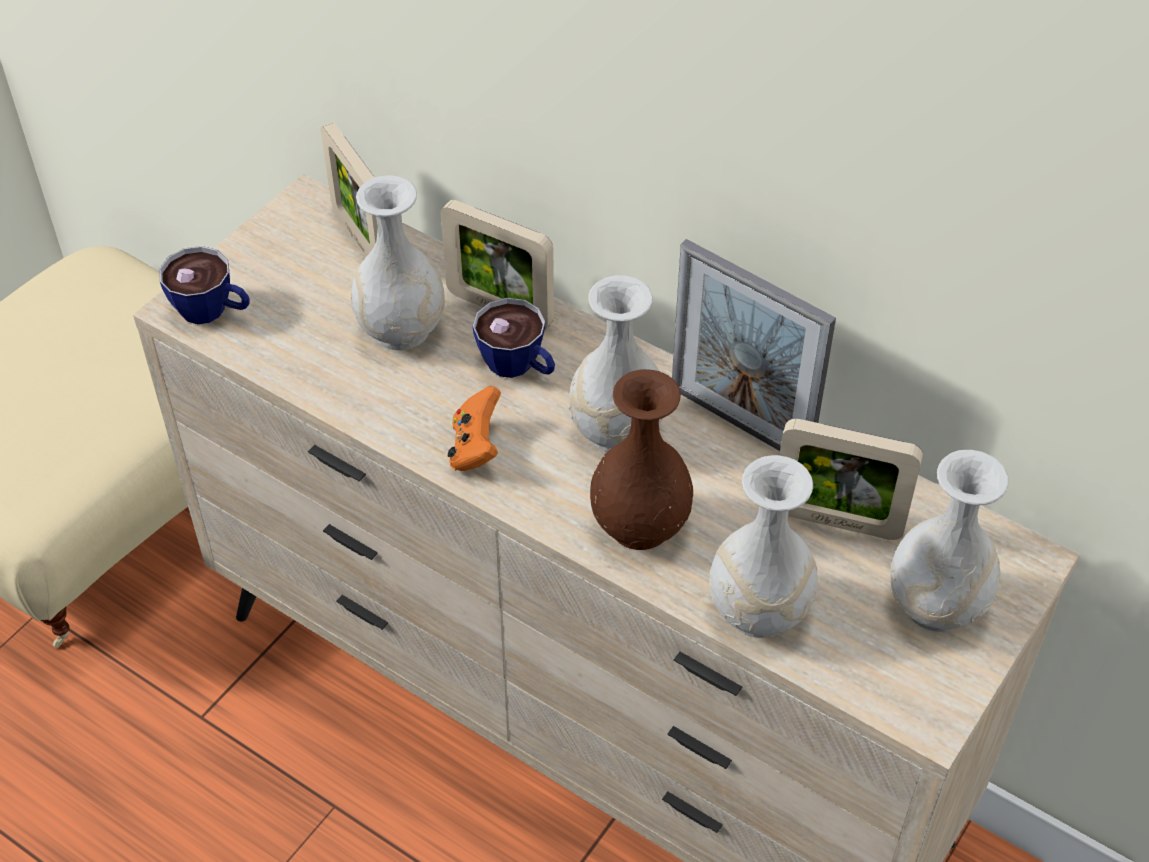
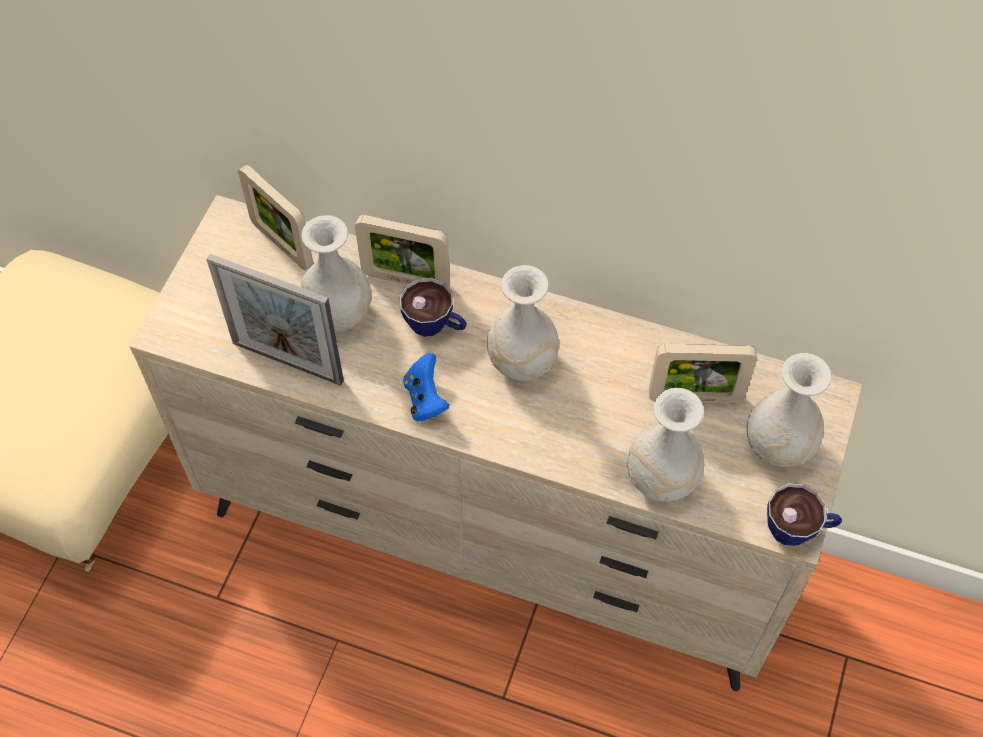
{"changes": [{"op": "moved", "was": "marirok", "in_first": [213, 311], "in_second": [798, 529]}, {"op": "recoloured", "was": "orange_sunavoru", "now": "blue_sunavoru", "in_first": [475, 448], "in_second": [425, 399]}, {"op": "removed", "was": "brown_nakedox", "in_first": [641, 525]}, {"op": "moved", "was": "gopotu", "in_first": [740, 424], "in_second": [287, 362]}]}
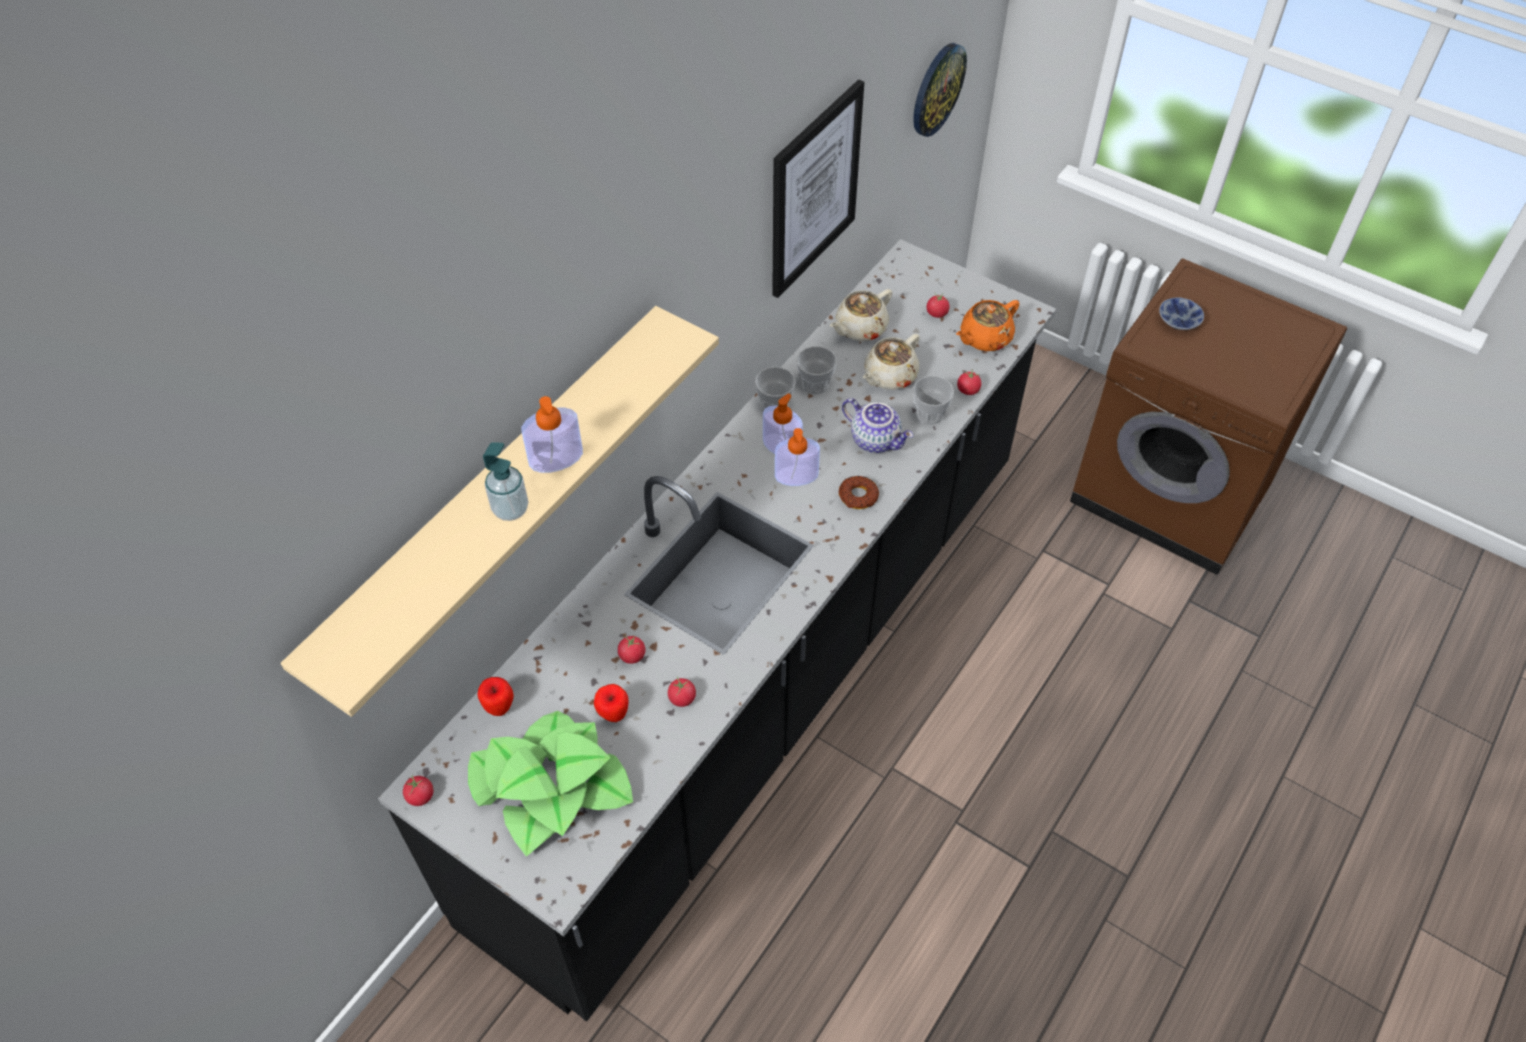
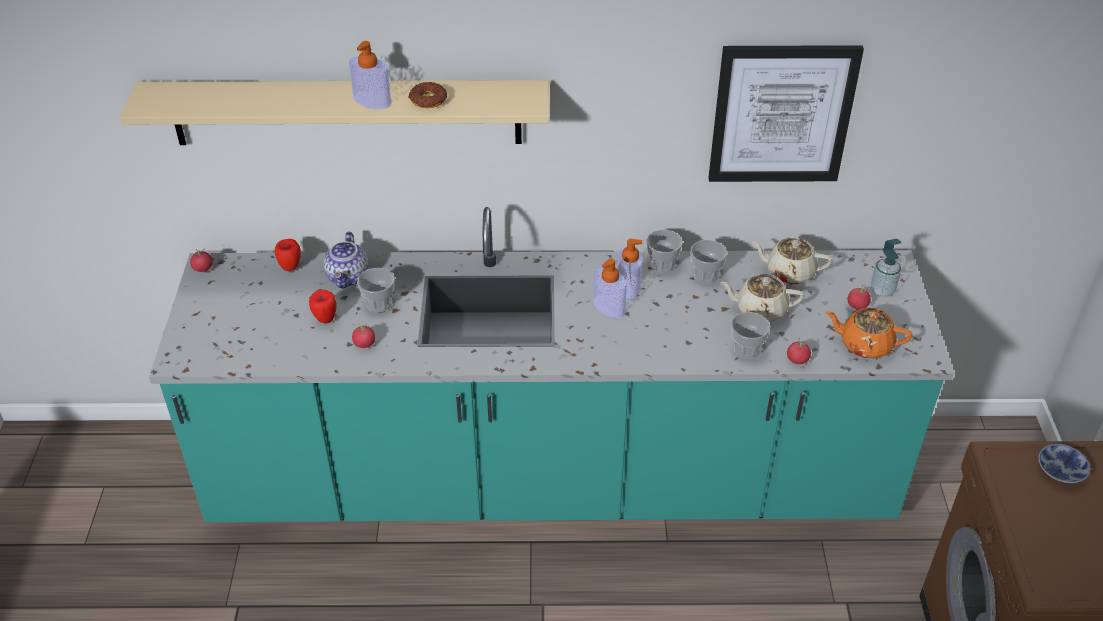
{"changes": [{"op": "recoloured", "was": "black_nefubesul", "now": "turquoise_nefubesul", "in_first": [763, 679], "in_second": [551, 483]}, {"op": "removed", "was": "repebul", "in_first": [550, 786]}, {"op": "moved", "was": "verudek", "in_first": [510, 509], "in_second": [882, 290]}, {"op": "replaced", "was": "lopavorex", "now": "marirok", "in_first": [632, 655], "in_second": [379, 304]}, {"op": "moved", "was": "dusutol", "in_first": [858, 496], "in_second": [428, 100]}, {"op": "moved", "was": "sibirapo", "in_first": [876, 440], "in_second": [349, 277]}, {"op": "removed", "was": "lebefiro", "in_first": [937, 89]}]}
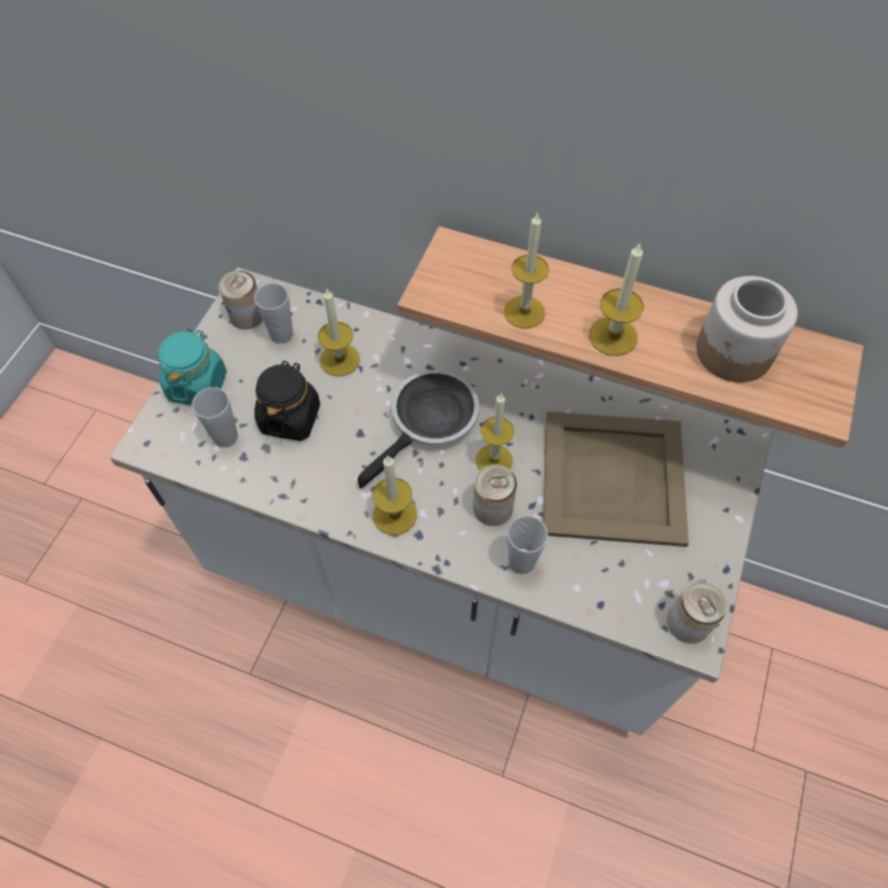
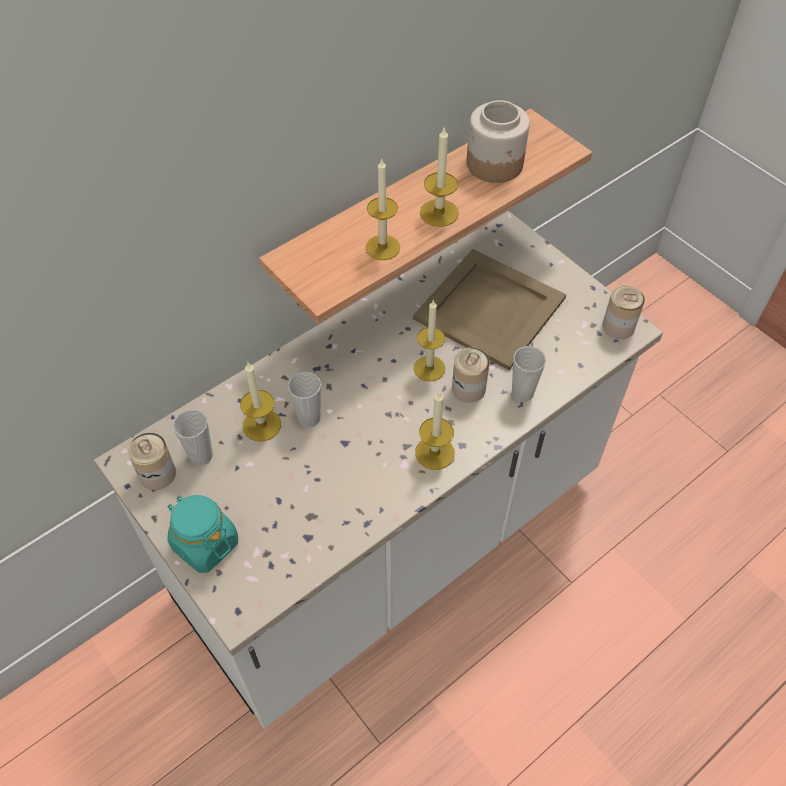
{"changes": [{"op": "moved", "was": "marirok", "in_first": [225, 437], "in_second": [309, 418]}, {"op": "removed", "was": "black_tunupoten", "in_first": [290, 417]}, {"op": "removed", "was": "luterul", "in_first": [430, 422]}]}
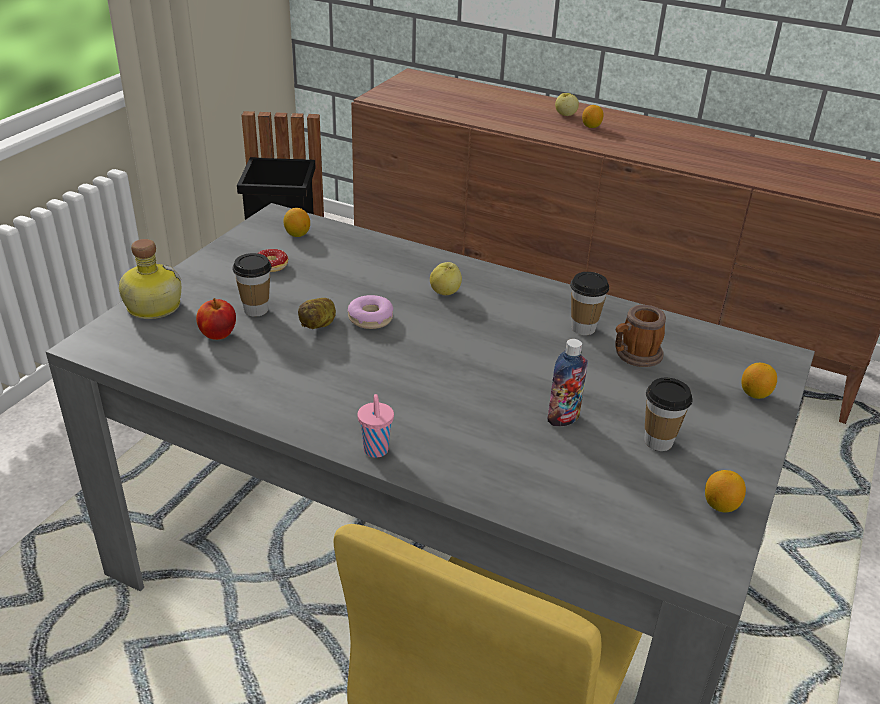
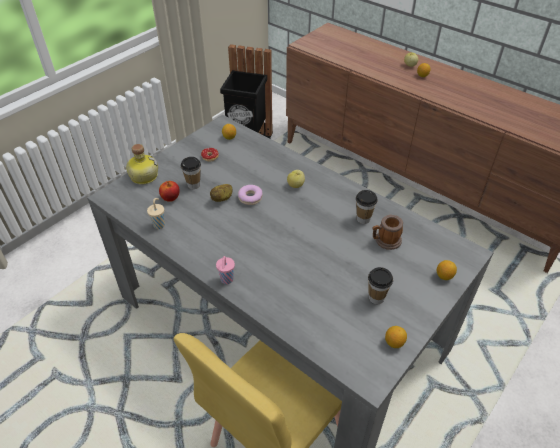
{"changes": [{"op": "removed", "was": "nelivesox", "in_first": [563, 418]}, {"op": "added", "now": "beige_marirok", "in_second": [159, 224]}]}
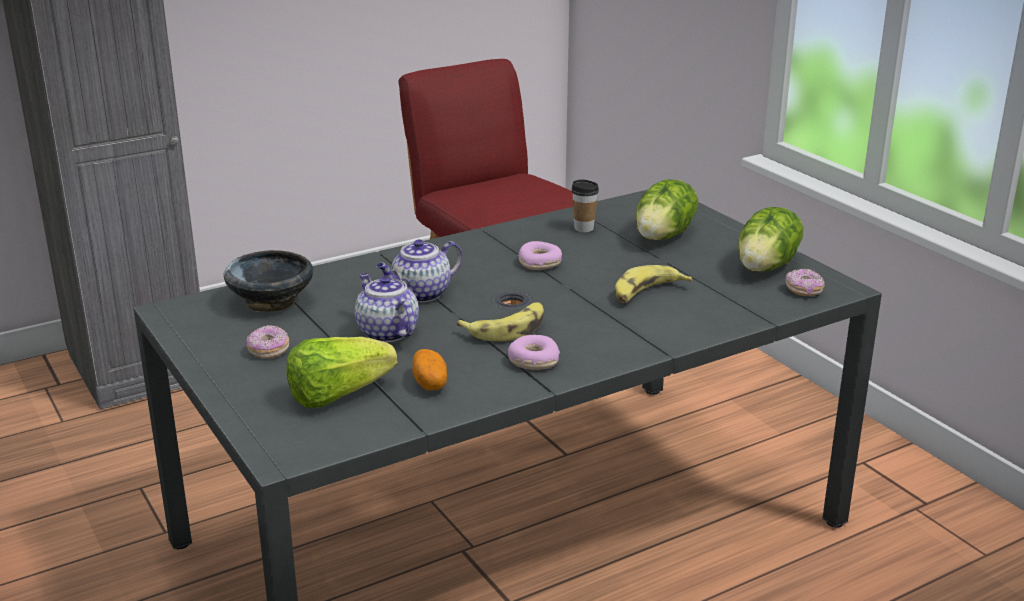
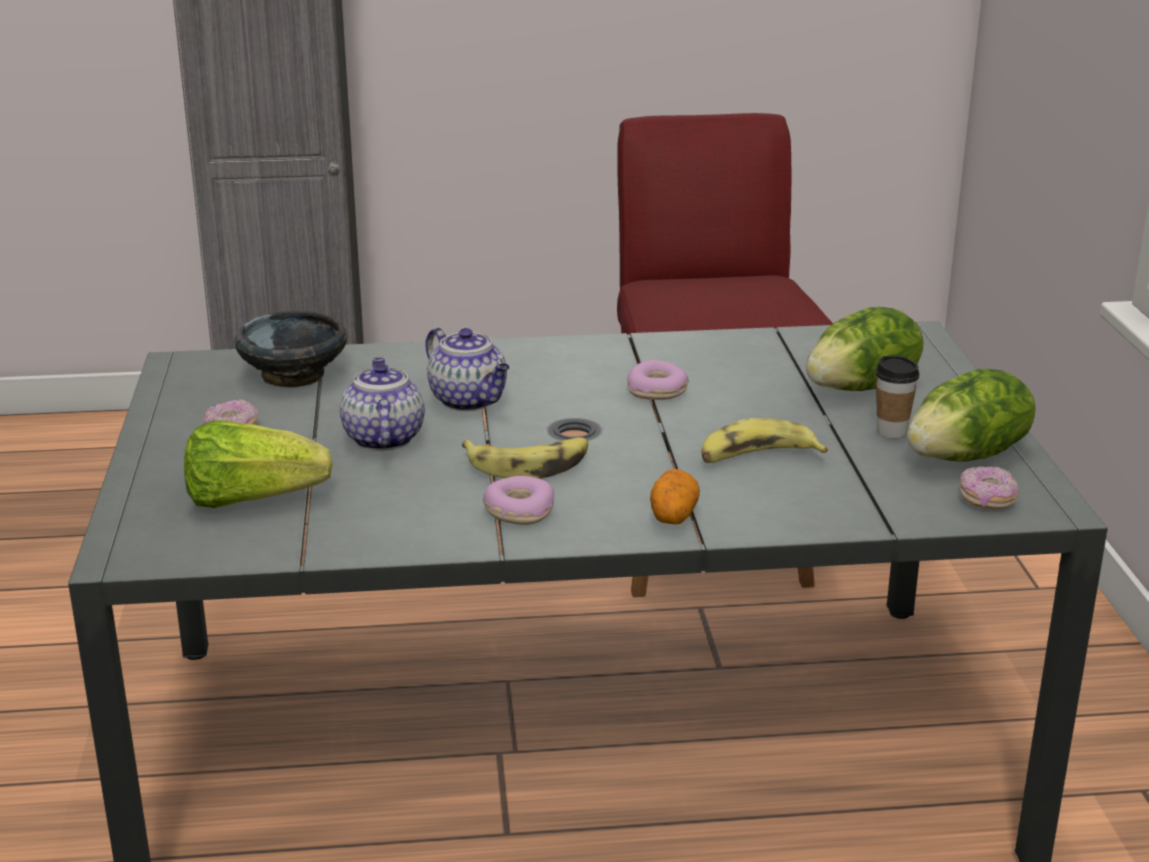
{"changes": [{"op": "turned", "was": "sibirapo", "in_first": [420, 294], "in_second": [470, 401], "clockwise": -120}, {"op": "moved", "was": "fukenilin", "in_first": [430, 383], "in_second": [673, 515]}, {"op": "moved", "was": "marirok", "in_first": [584, 228], "in_second": [891, 431]}]}
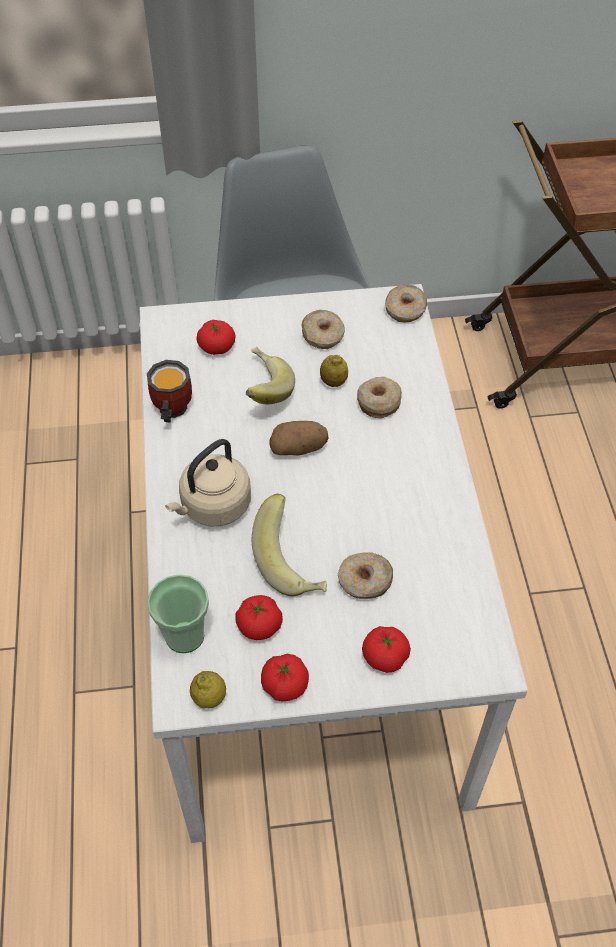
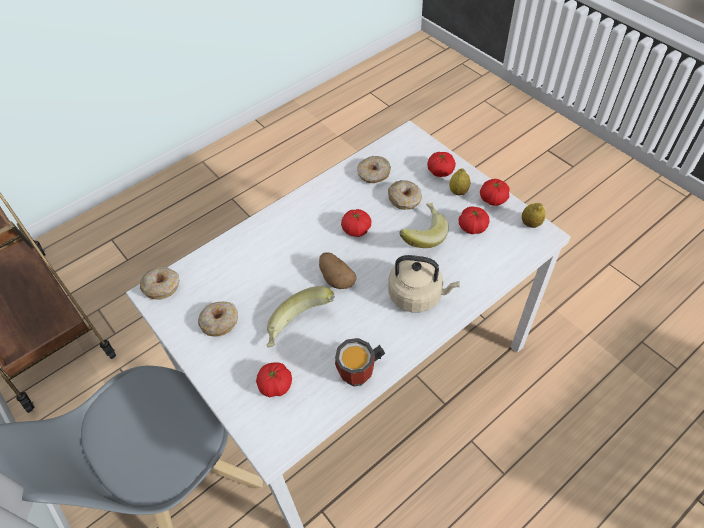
{"changes": [{"op": "removed", "was": "marirok", "in_first": [184, 635]}, {"op": "moved", "was": "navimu", "in_first": [333, 382], "in_second": [458, 191]}, {"op": "moved", "was": "dusutol", "in_first": [378, 402], "in_second": [373, 174]}, {"op": "added", "now": "lopavorex", "in_second": [356, 229]}]}
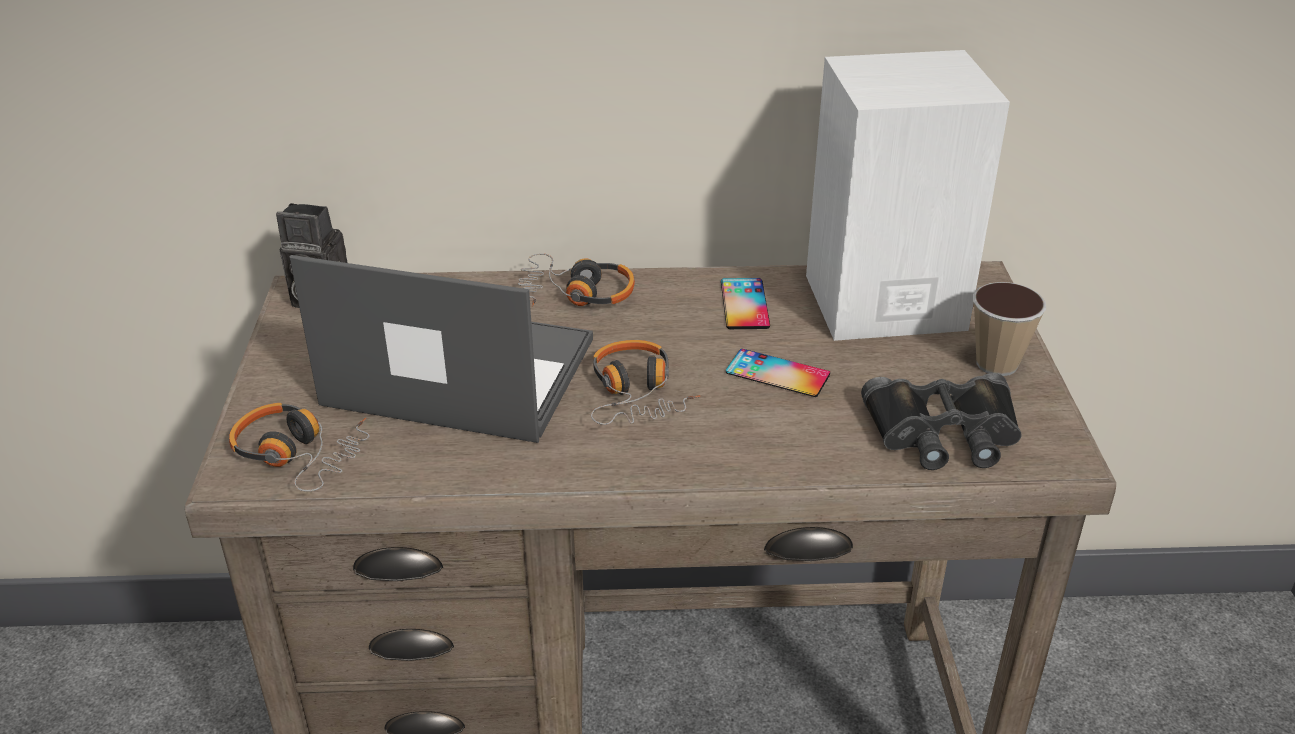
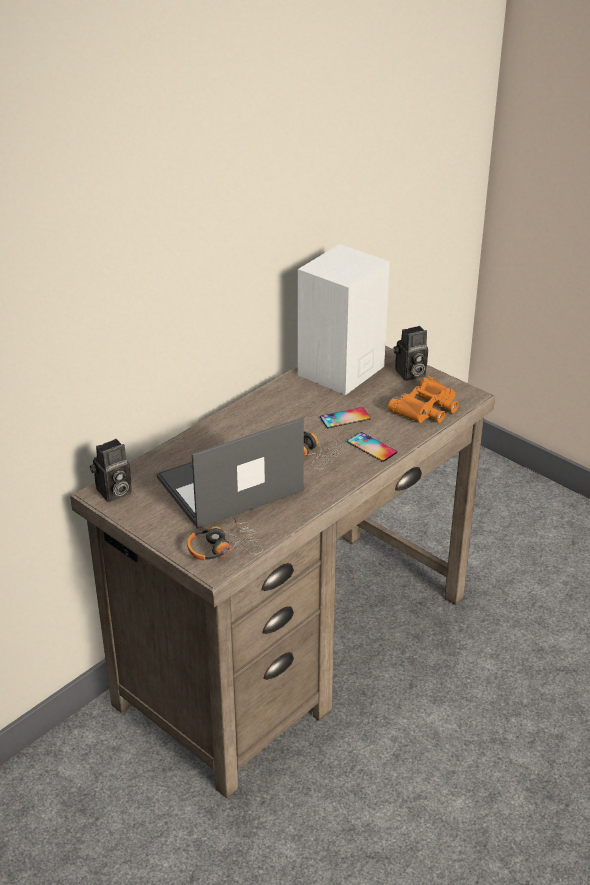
{"changes": [{"op": "removed", "was": "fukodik", "in_first": [576, 294]}, {"op": "moved", "was": "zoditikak", "in_first": [744, 304], "in_second": [371, 447]}, {"op": "recoloured", "was": "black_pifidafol", "now": "orange_pifidafol", "in_first": [943, 433], "in_second": [426, 408]}, {"op": "replaced", "was": "marirok", "now": "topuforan", "in_first": [996, 364], "in_second": [409, 374]}]}
